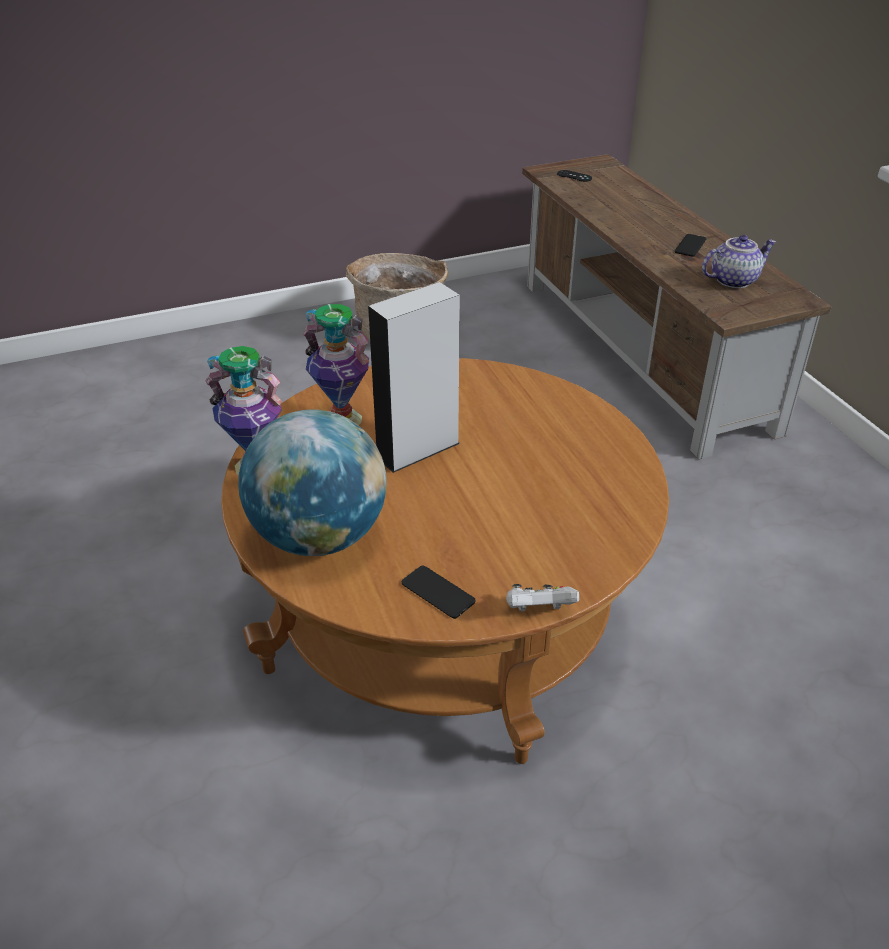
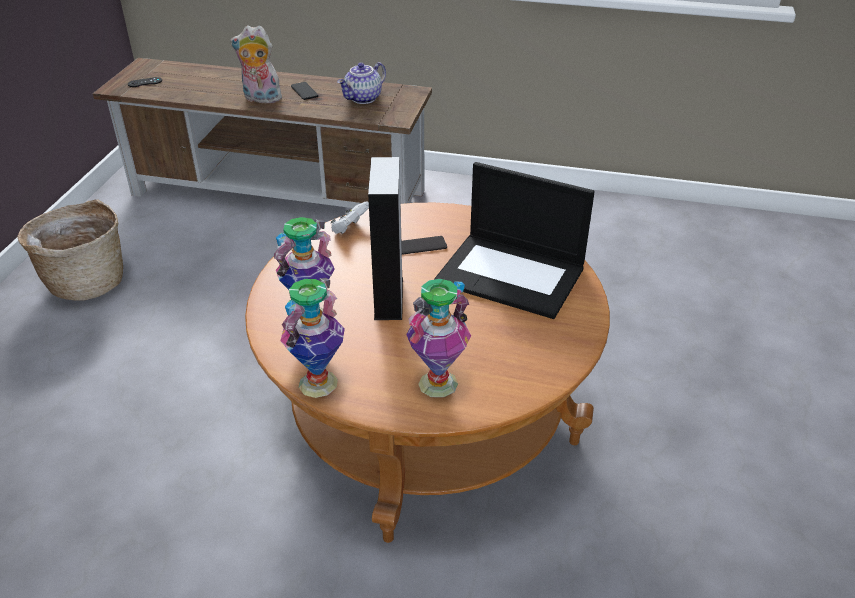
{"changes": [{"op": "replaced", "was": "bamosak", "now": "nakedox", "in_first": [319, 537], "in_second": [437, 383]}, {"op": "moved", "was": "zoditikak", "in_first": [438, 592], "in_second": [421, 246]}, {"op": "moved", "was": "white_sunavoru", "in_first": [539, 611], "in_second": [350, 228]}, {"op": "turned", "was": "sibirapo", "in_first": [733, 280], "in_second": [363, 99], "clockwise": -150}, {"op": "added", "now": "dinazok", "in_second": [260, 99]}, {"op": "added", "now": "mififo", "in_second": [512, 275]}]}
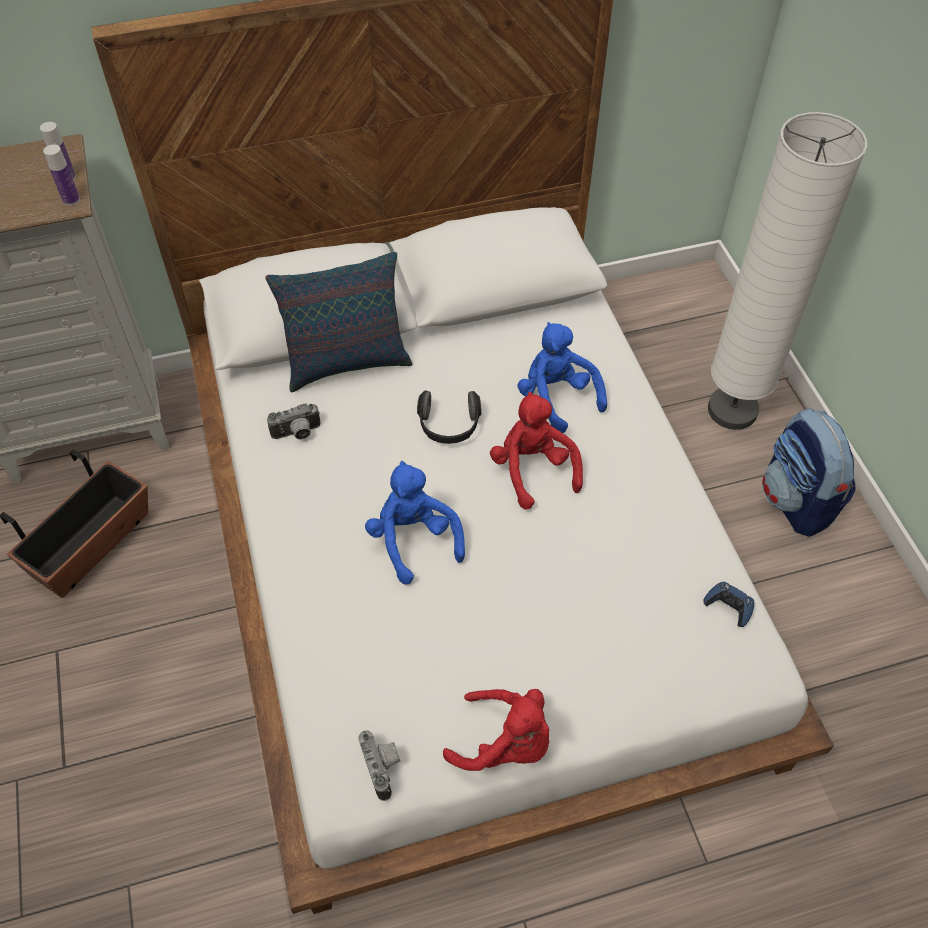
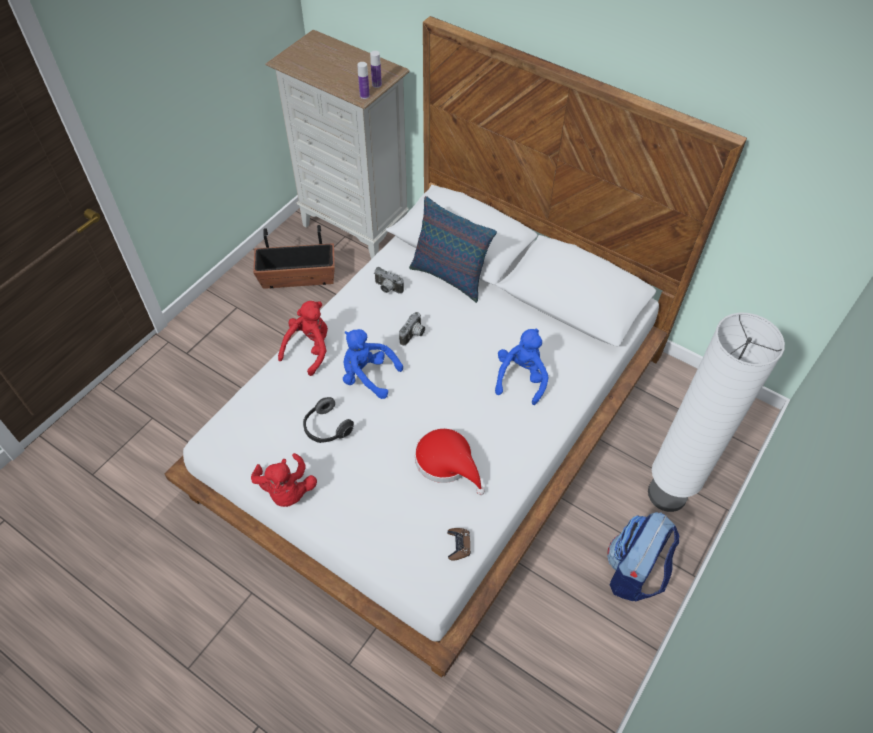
{"changes": [{"op": "moved", "was": "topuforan", "in_first": [384, 767], "in_second": [414, 335]}, {"op": "turned", "was": "blue_dinazok", "in_first": [413, 540], "in_second": [368, 376], "clockwise": -90}, {"op": "moved", "was": "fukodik", "in_first": [449, 426], "in_second": [326, 428]}, {"op": "moved", "was": "red_dinazok", "in_first": [533, 470], "in_second": [309, 349]}, {"op": "recoloured", "was": "blue_sunavoru", "now": "brown_sunavoru", "in_first": [729, 606], "in_second": [458, 545]}, {"op": "added", "now": "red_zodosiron", "in_second": [447, 462]}]}
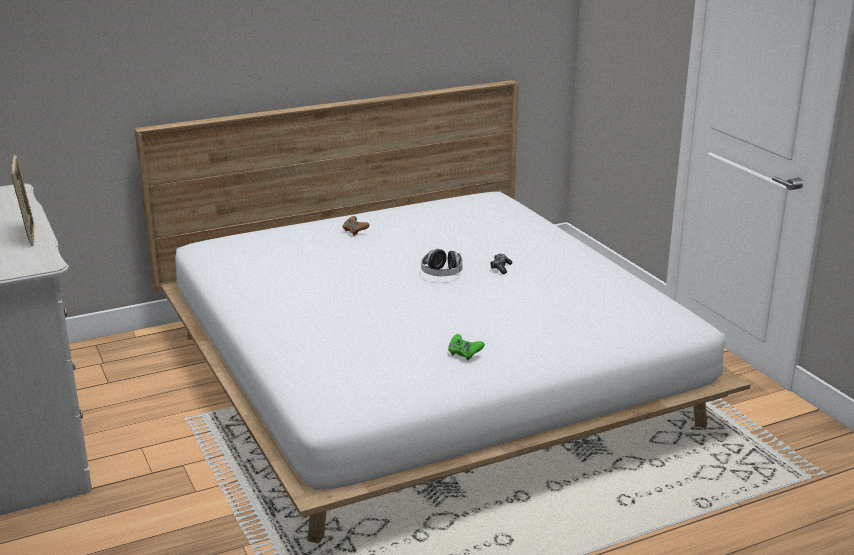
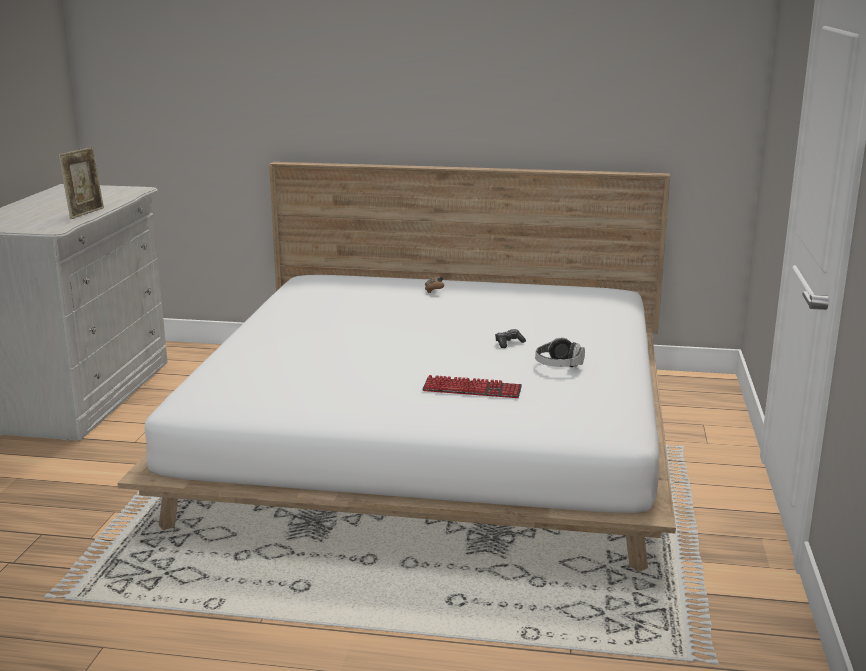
{"changes": [{"op": "moved", "was": "fukodik", "in_first": [441, 274], "in_second": [558, 366]}, {"op": "removed", "was": "green_sunavoru", "in_first": [464, 354]}, {"op": "added", "now": "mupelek", "in_second": [472, 389]}]}
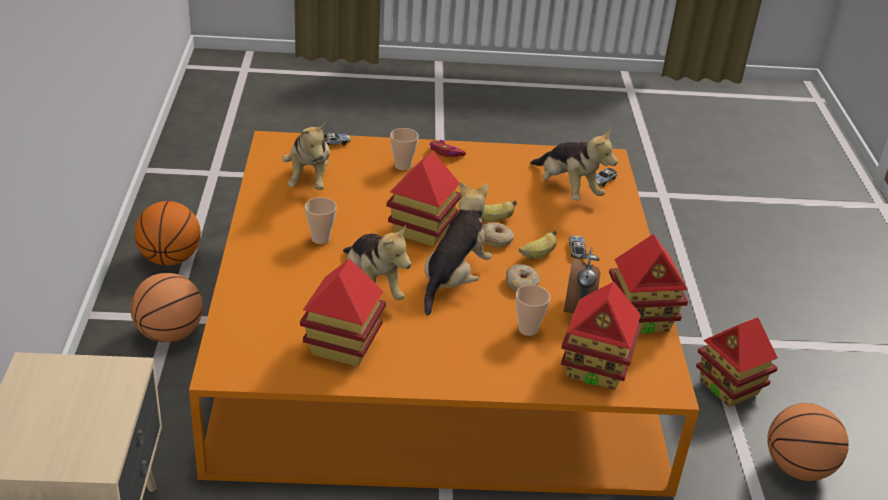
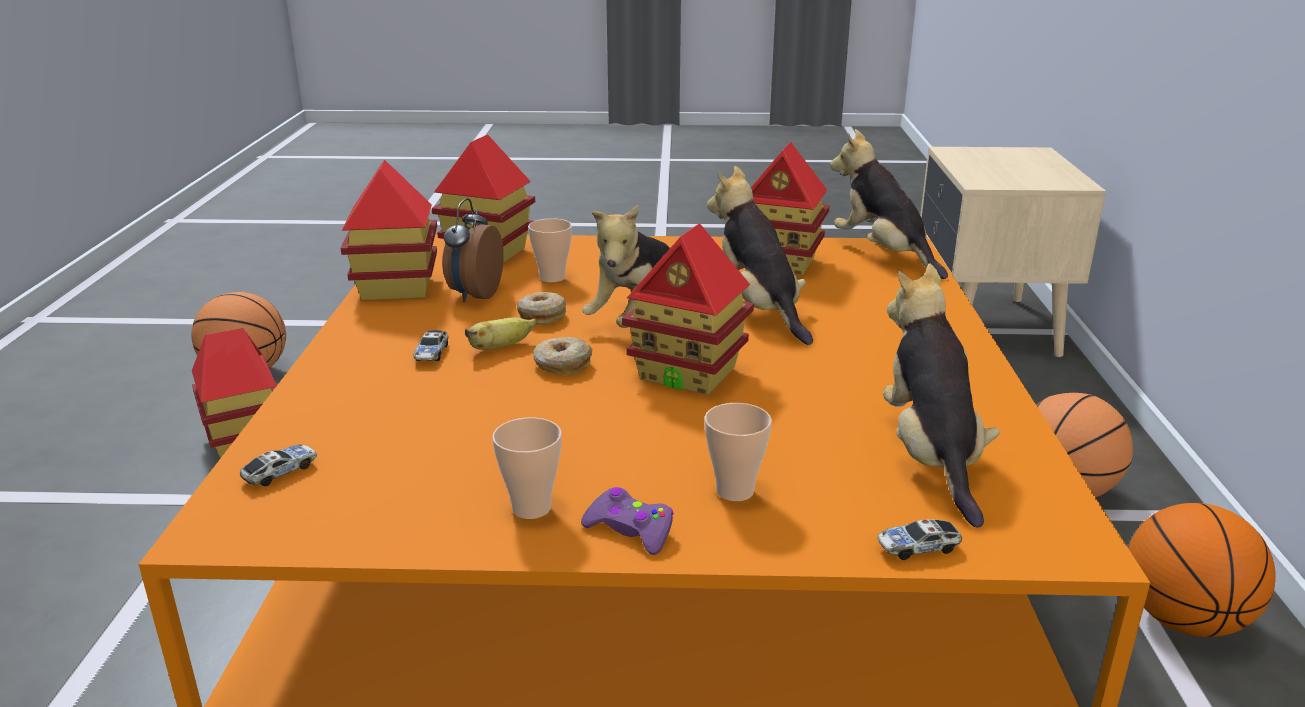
{"changes": [{"op": "moved", "was": "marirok", "in_first": [320, 239], "in_second": [531, 508]}, {"op": "recoloured", "was": "red_sunavoru", "now": "purple_sunavoru", "in_first": [446, 153], "in_second": [630, 530]}, {"op": "removed", "was": "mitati", "in_first": [493, 220]}, {"op": "moved", "was": "dinazok", "in_first": [567, 189], "in_second": [883, 254]}]}
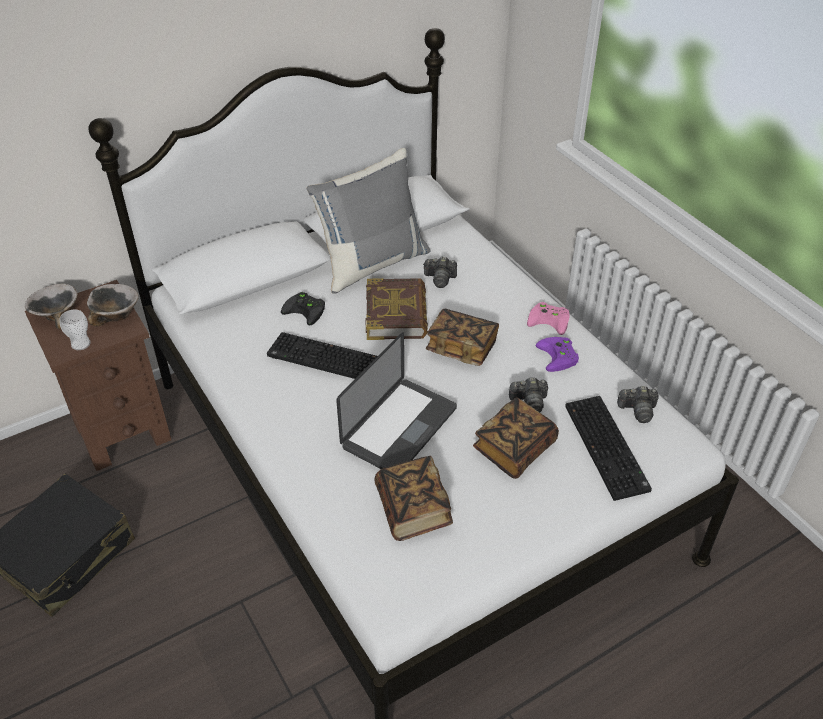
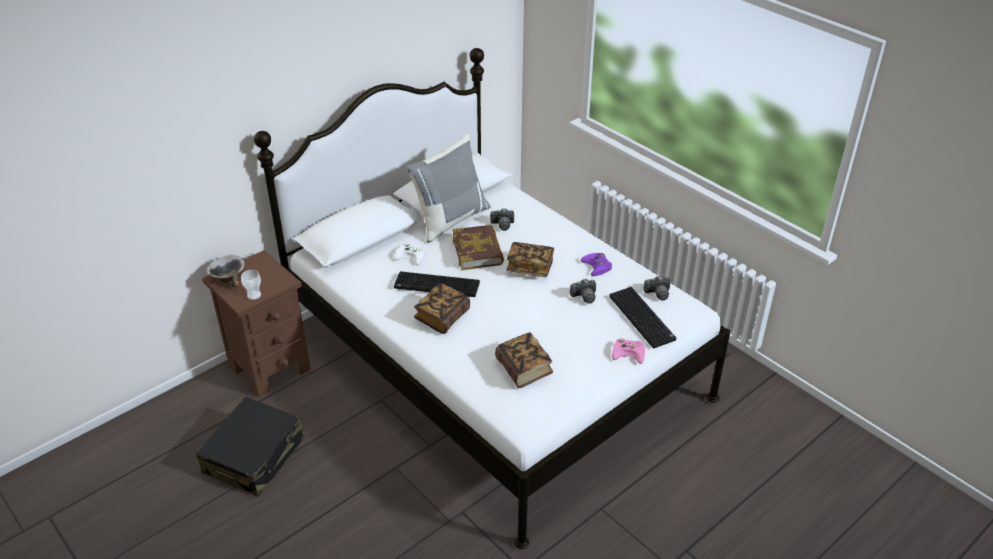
{"changes": [{"op": "removed", "was": "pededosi", "in_first": [116, 314]}, {"op": "recoloured", "was": "black_sunavoru", "now": "white_sunavoru", "in_first": [307, 310], "in_second": [412, 255]}, {"op": "removed", "was": "mififo", "in_first": [399, 428]}, {"op": "moved", "was": "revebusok", "in_first": [514, 449], "in_second": [442, 317]}, {"op": "moved", "was": "pink_sunavoru", "in_first": [550, 320], "in_second": [629, 352]}]}
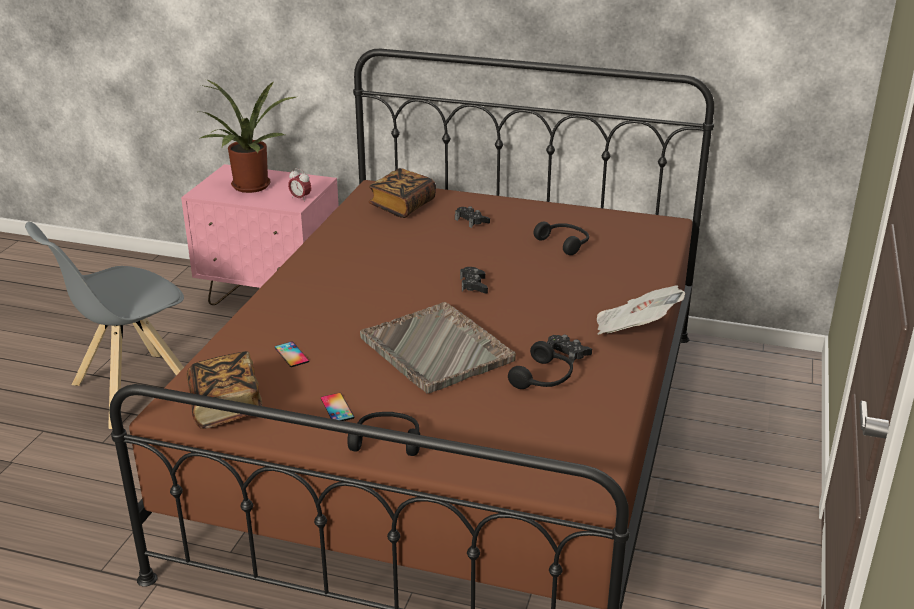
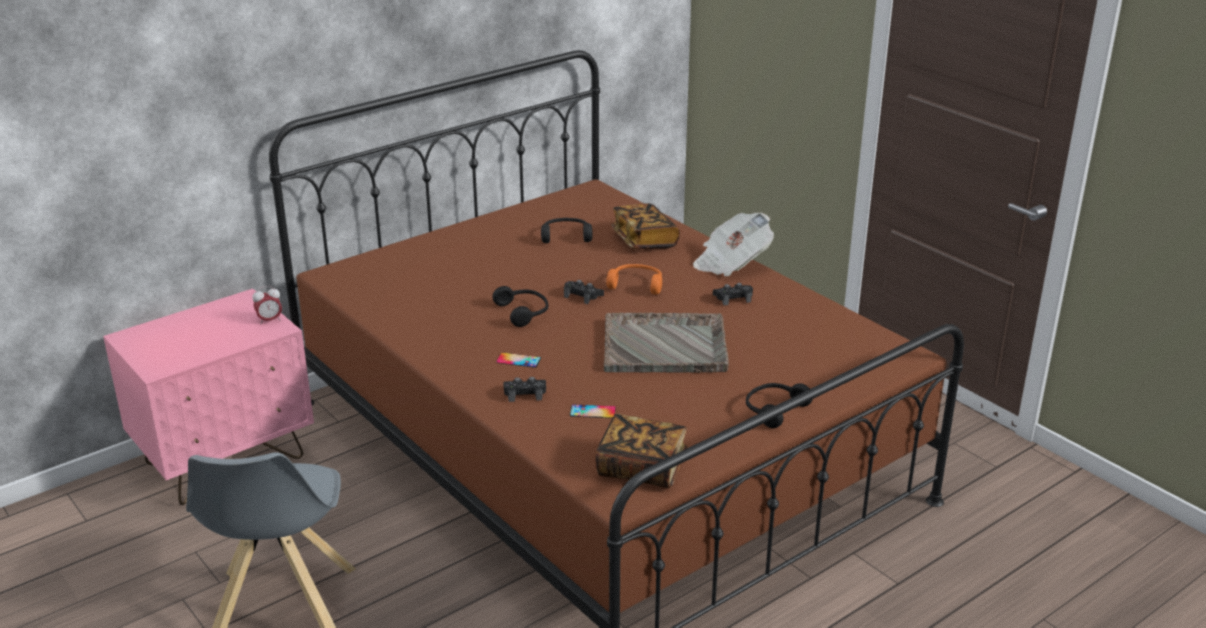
{"changes": [{"op": "removed", "was": "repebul", "in_first": [250, 188]}, {"op": "moved", "was": "zoditikak", "in_first": [337, 408], "in_second": [518, 360]}, {"op": "moved", "was": "revebusok", "in_first": [402, 206], "in_second": [644, 240]}, {"op": "moved", "was": "black_sunavoru", "in_first": [471, 221], "in_second": [525, 393]}, {"op": "moved", "was": "black_fukodik", "in_first": [544, 378], "in_second": [524, 312]}, {"op": "added", "now": "orange_fukodik", "in_second": [636, 285]}]}
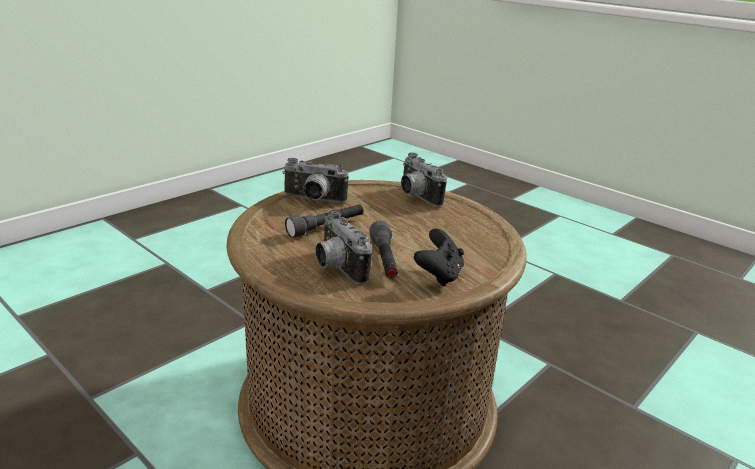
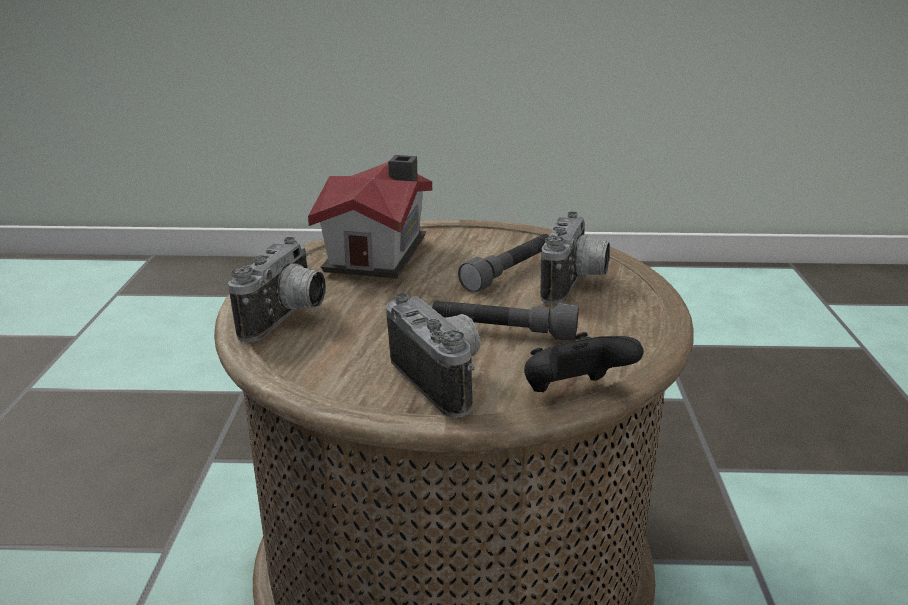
{"changes": [{"op": "moved", "was": "black_sunavoru", "in_first": [439, 275], "in_second": [573, 394]}, {"op": "added", "now": "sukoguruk", "in_second": [381, 253]}]}
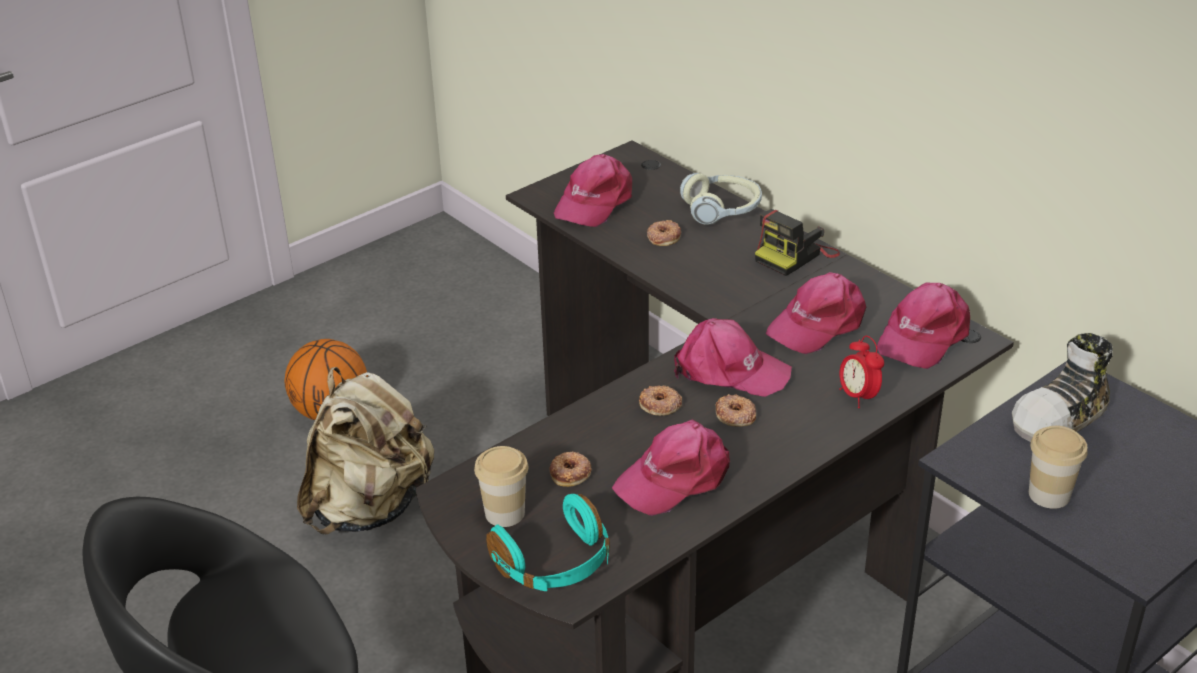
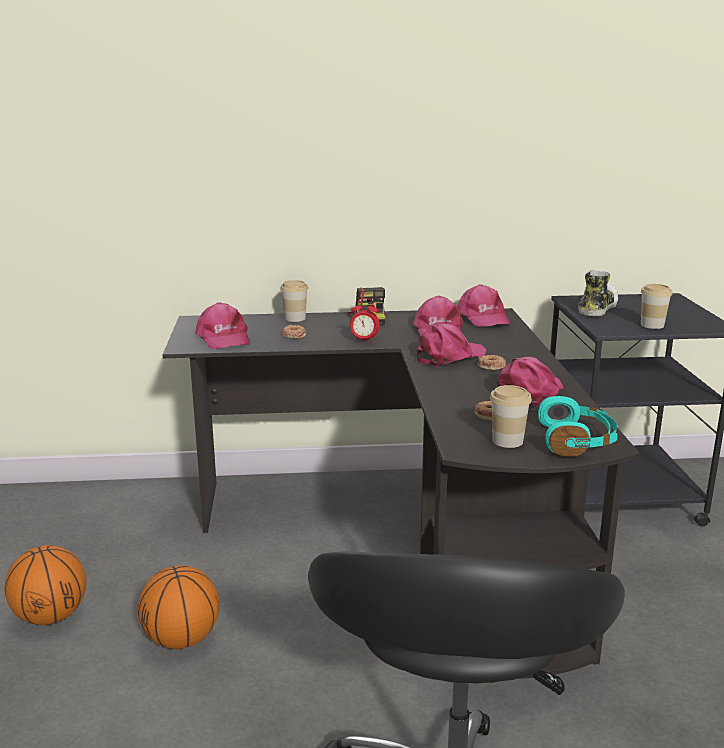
{"changes": [{"op": "replaced", "was": "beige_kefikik", "now": "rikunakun", "in_first": [370, 508], "in_second": [181, 639]}, {"op": "turned", "was": "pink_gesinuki", "in_first": [676, 477], "in_second": [530, 392], "clockwise": -150}, {"op": "removed", "was": "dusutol", "in_first": [660, 405]}, {"op": "replaced", "was": "fukodik", "now": "marirok", "in_first": [722, 209], "in_second": [295, 318]}, {"op": "moved", "was": "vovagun", "in_first": [858, 396], "in_second": [364, 341]}, {"op": "turned", "was": "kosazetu", "in_first": [1062, 417], "in_second": [596, 308], "clockwise": -150}]}
